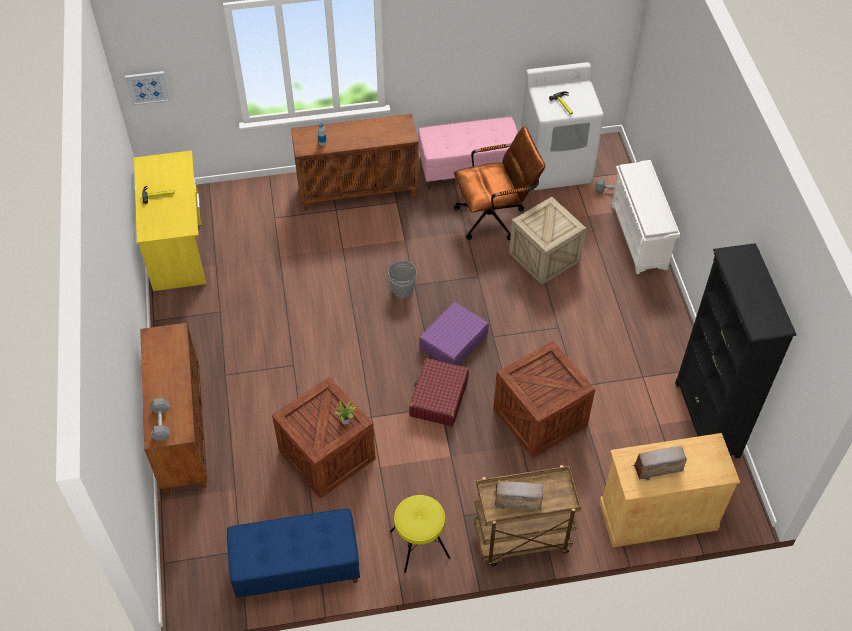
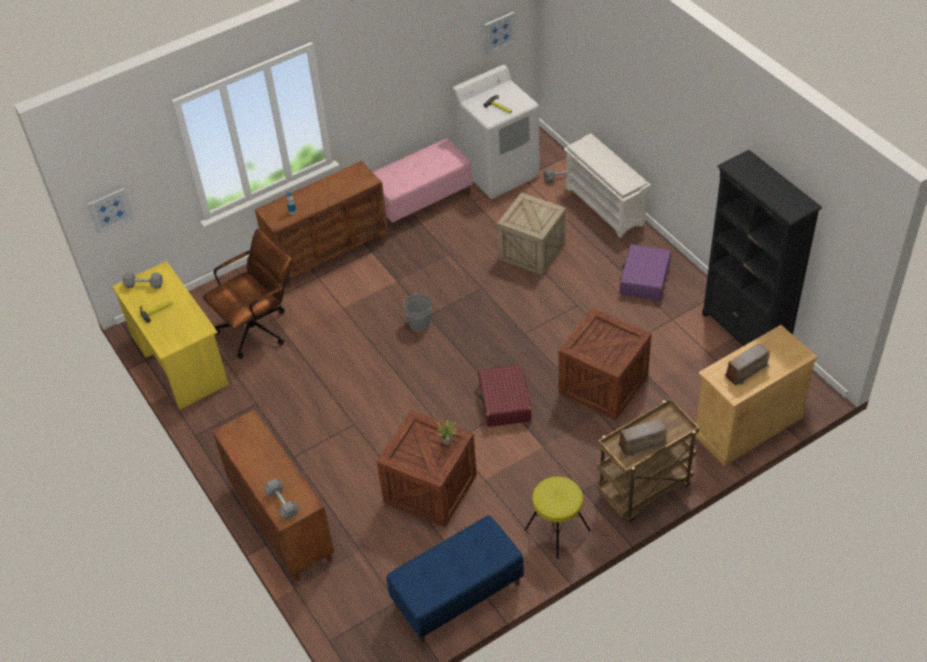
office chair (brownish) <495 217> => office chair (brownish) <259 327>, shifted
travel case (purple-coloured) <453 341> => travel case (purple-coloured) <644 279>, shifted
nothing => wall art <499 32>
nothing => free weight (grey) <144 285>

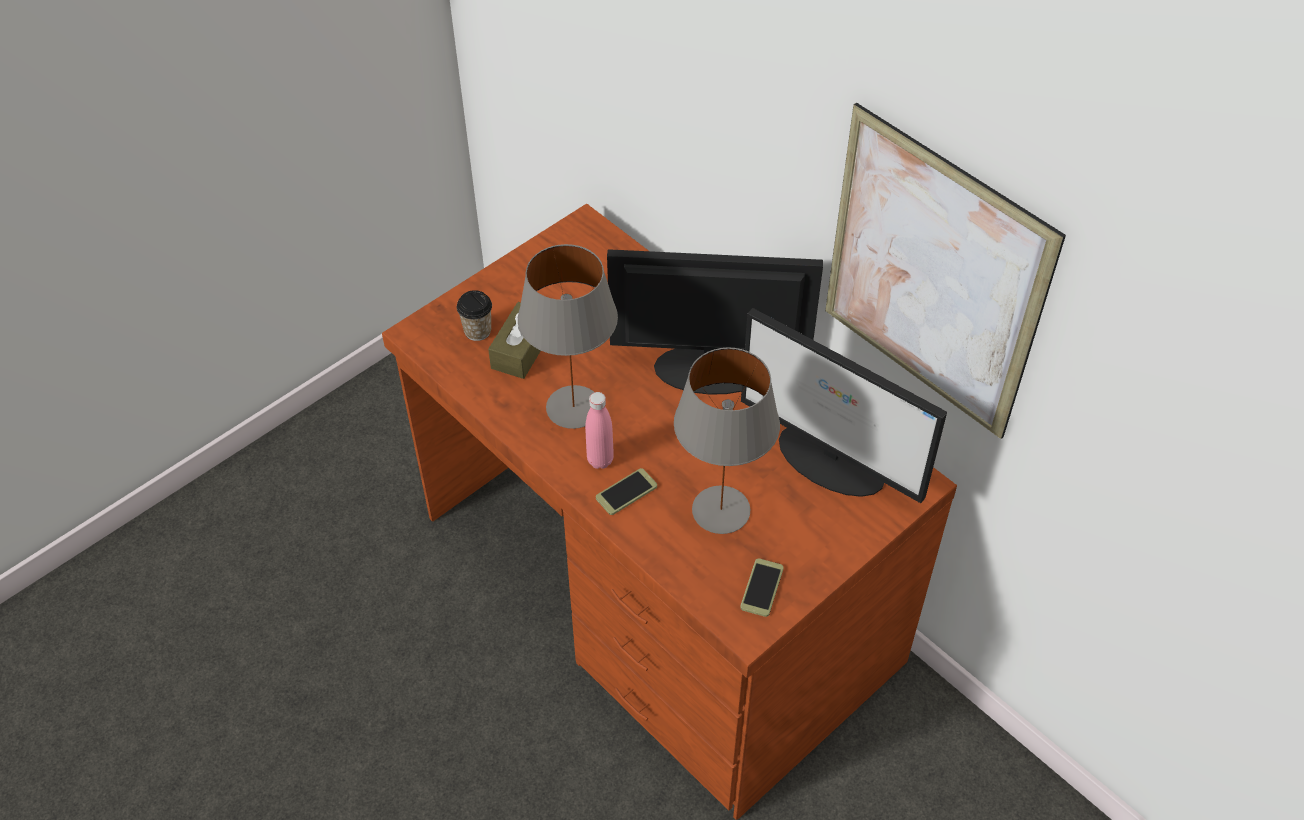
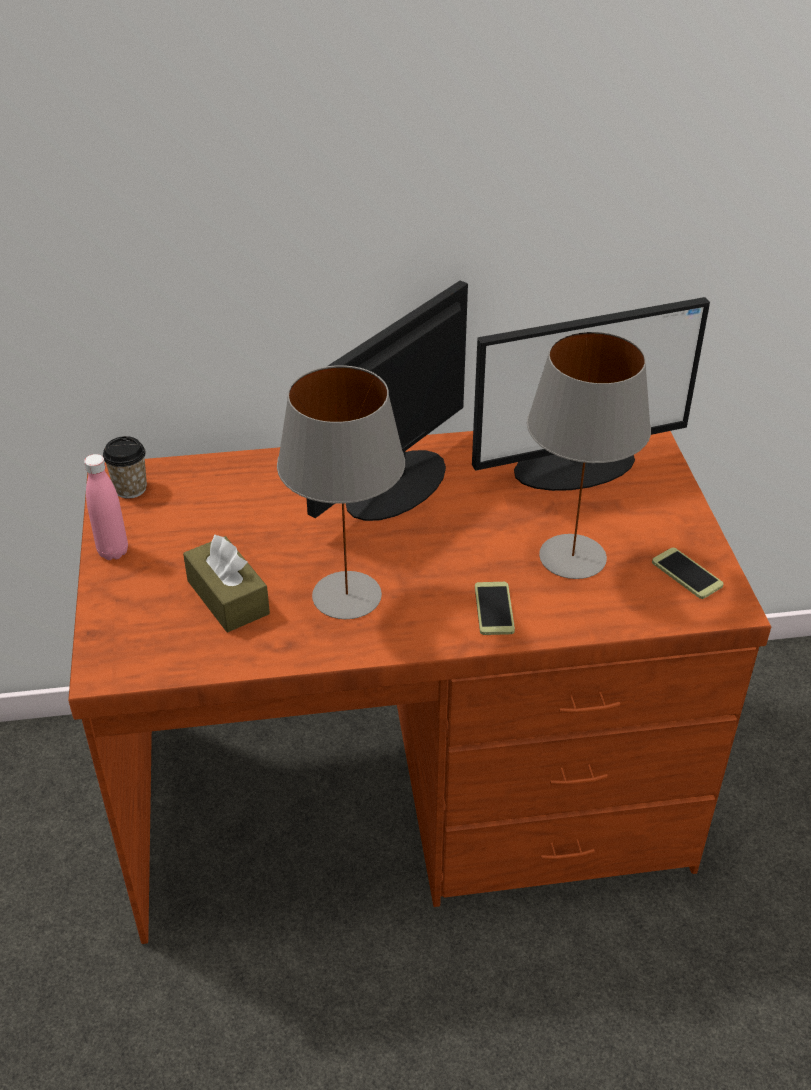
wall art <933 276> => nothing
small cup <477 331> => small cup <130 488>, shifted
beverage bottle (pink) <600 460> => beverage bottle (pink) <113 552>, shifted

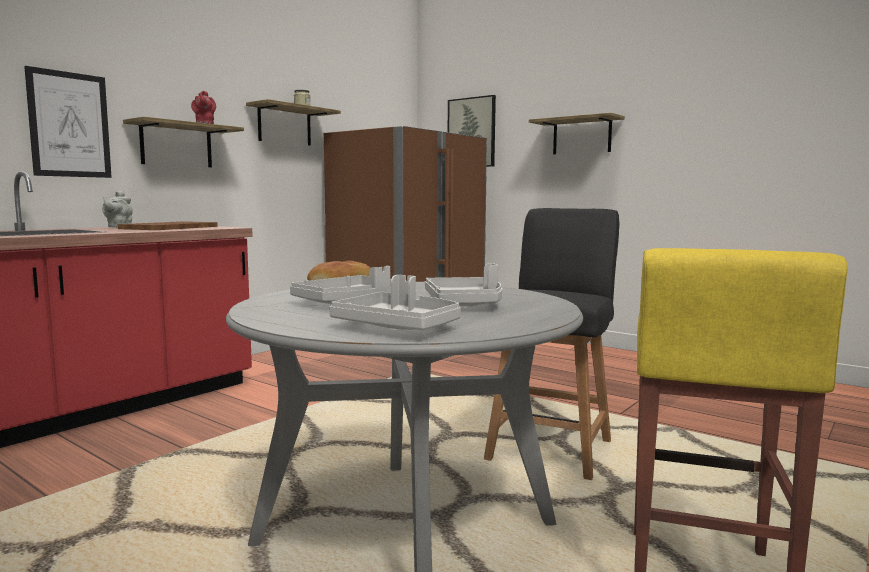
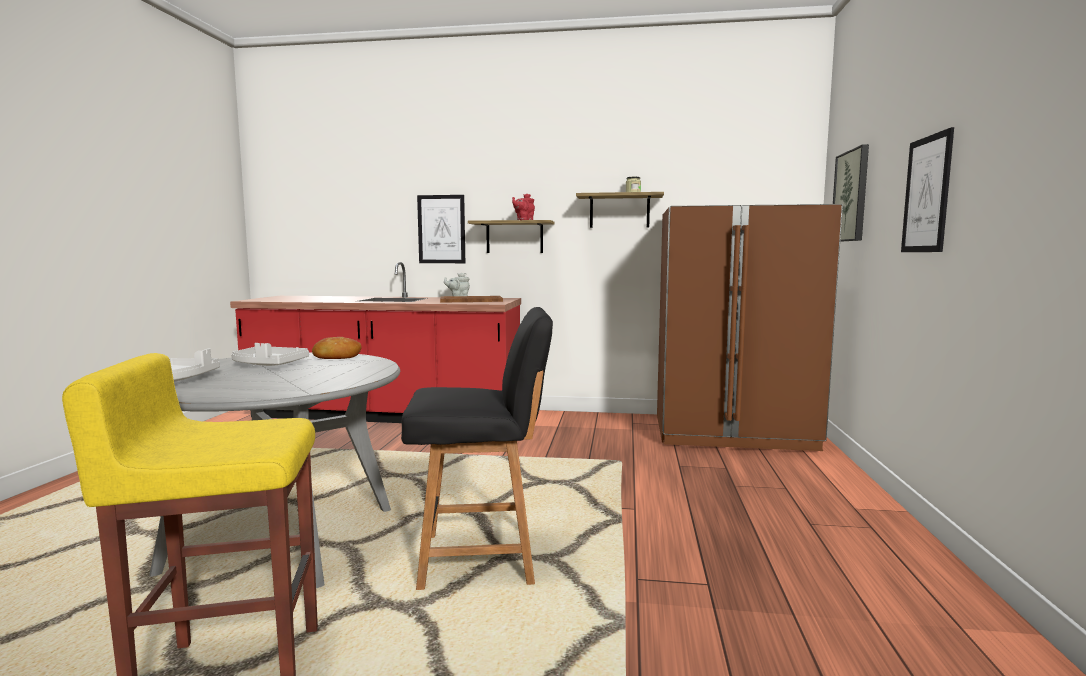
wall shelf <582 136> => wall art <926 194>
carrying tray (grey) <465 304> => nothing

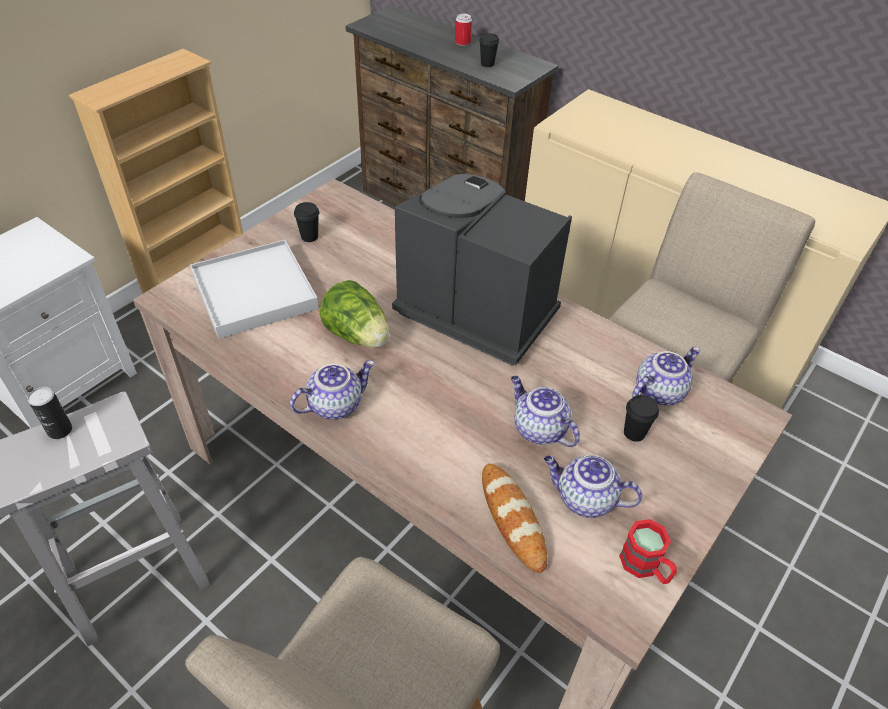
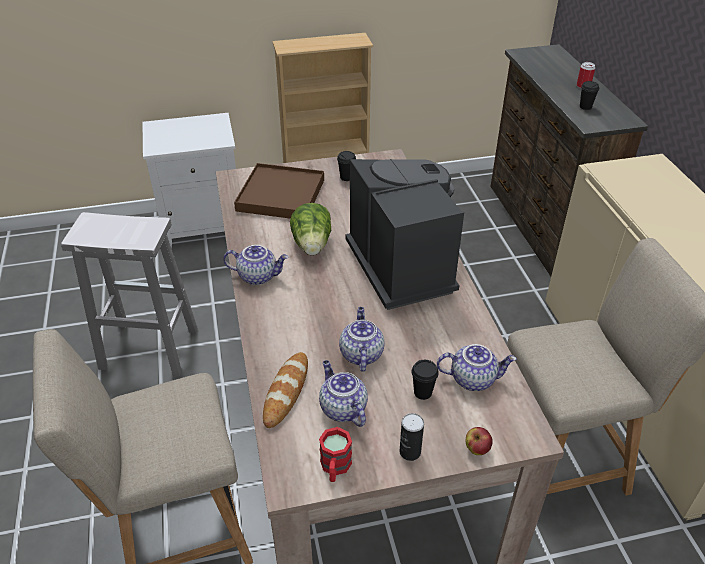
carrying tray (white-coloured) <255 292> => carrying tray (brownish) <281 195>
can <60 430> => can <410 452>, shifted
nothing => apple fruit <477 449>

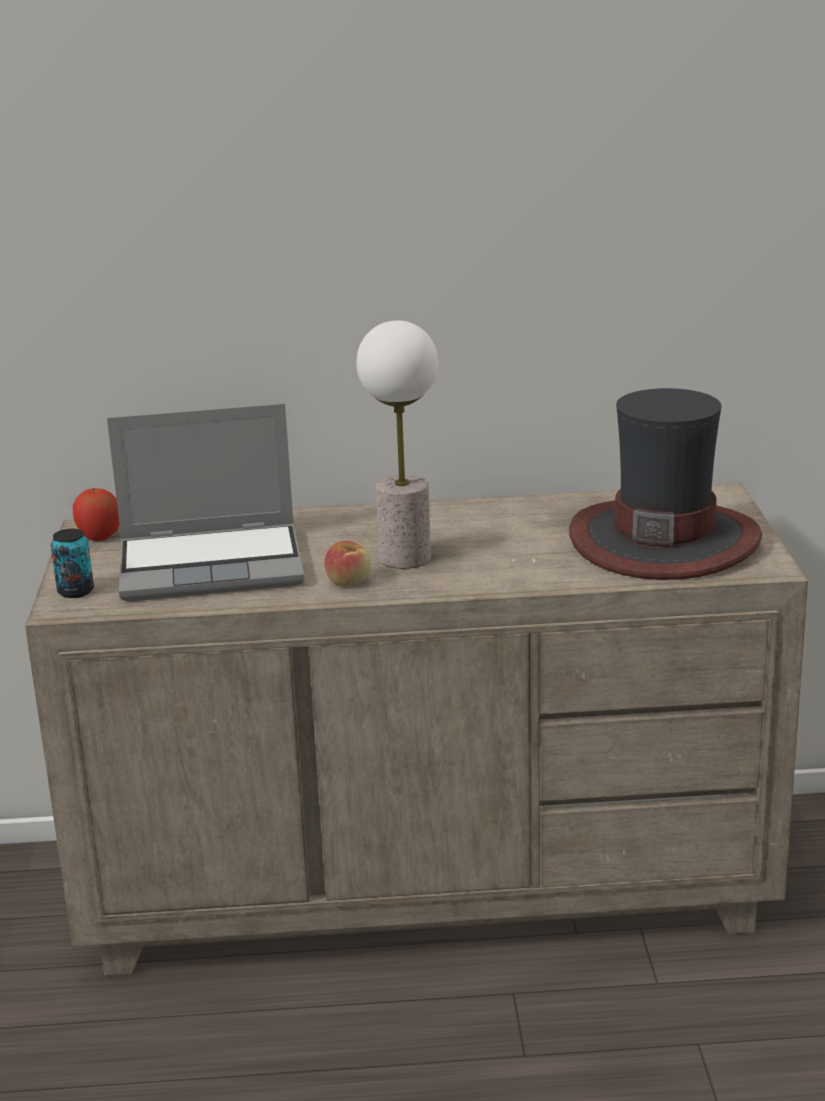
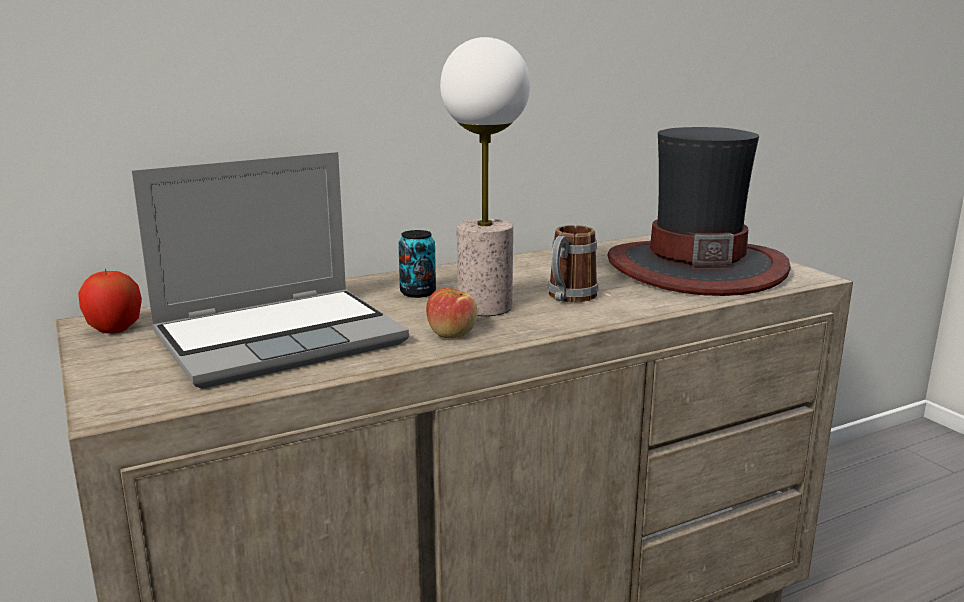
can <75 591> => can <418 293>, shifted
nothing => tea mug <568 298>

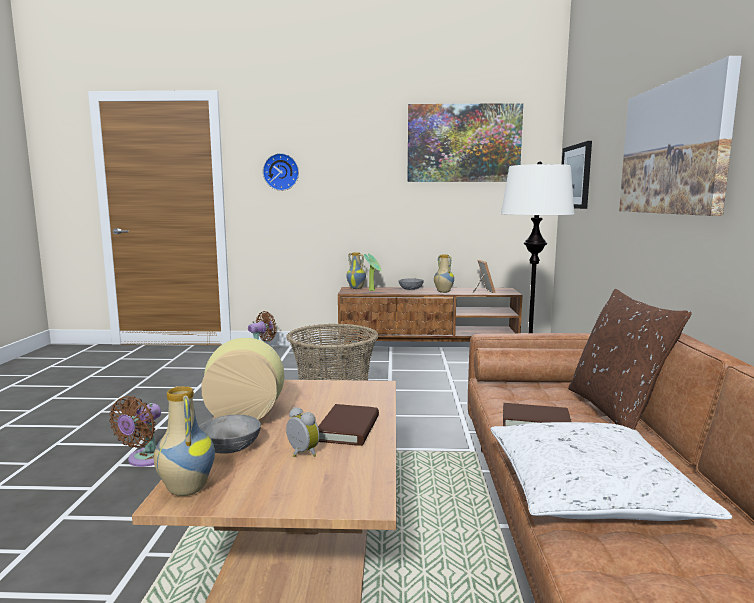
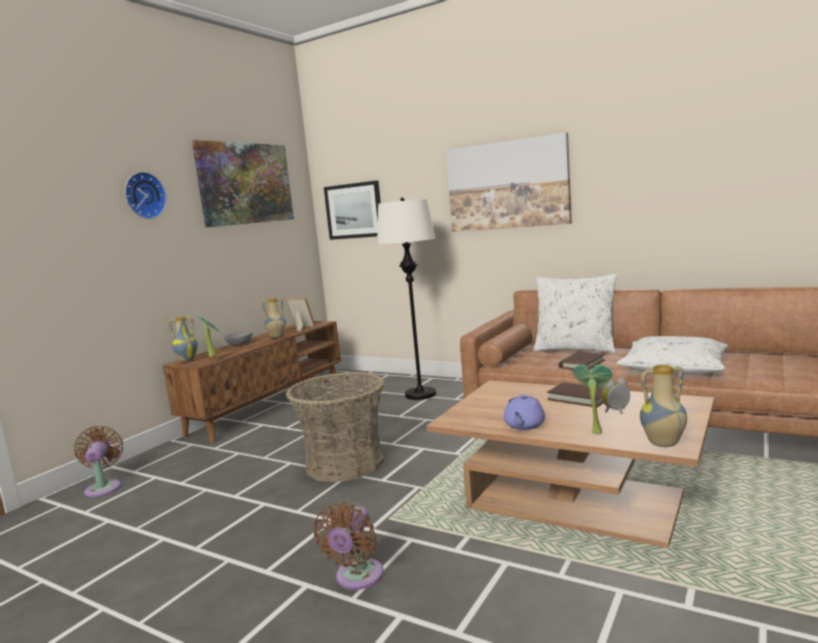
wall clock <281 172> => wall clock <143 195>, shifted
cushion (brownish) <616 411> => cushion (white-coloured) <575 349>
decorative vase <246 413> => pot for tea (purple-coloured) <524 425>
fan (brownish) <145 459> => fan (brownish) <357 578>, 60 degrees clockwise
serving bowl (grey) <230 448> => potted plant <595 431>

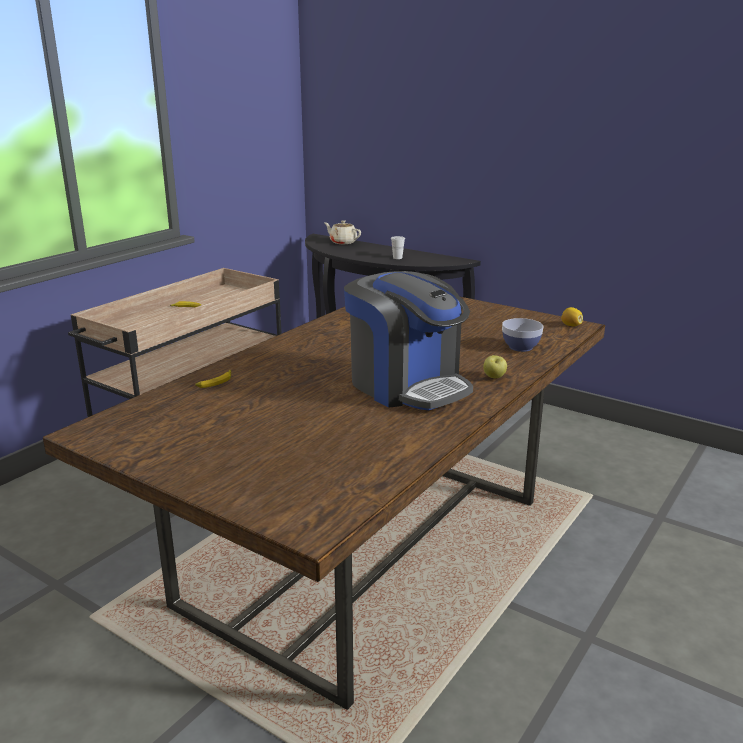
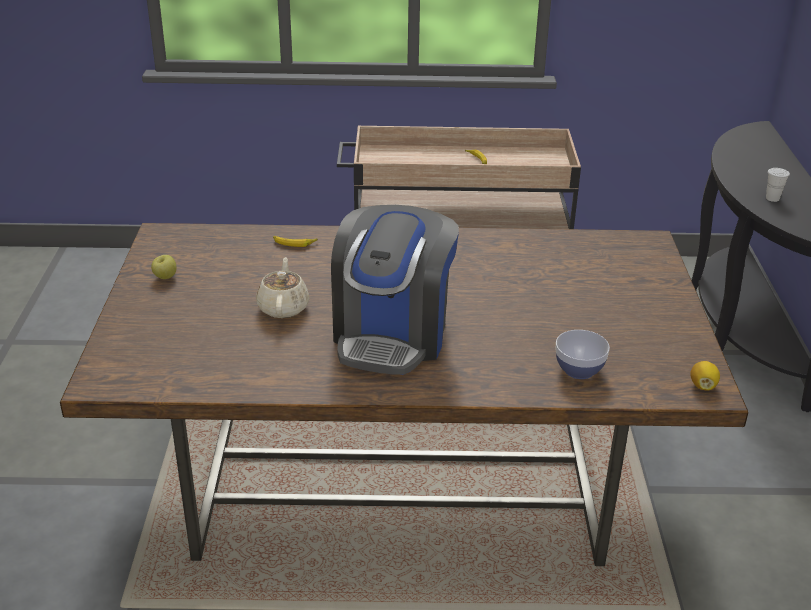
pot for tea (beige) <342 242> => pot for tea (beige) <283 307>, shifted
apple fruit <494 377> => apple fruit <165 277>, shifted

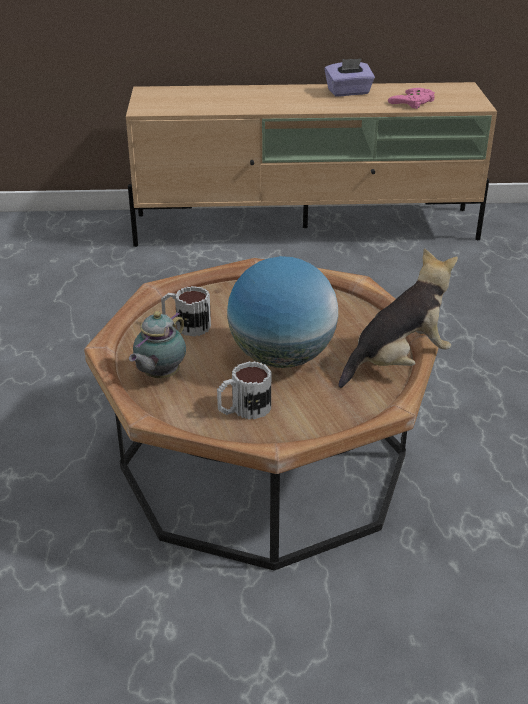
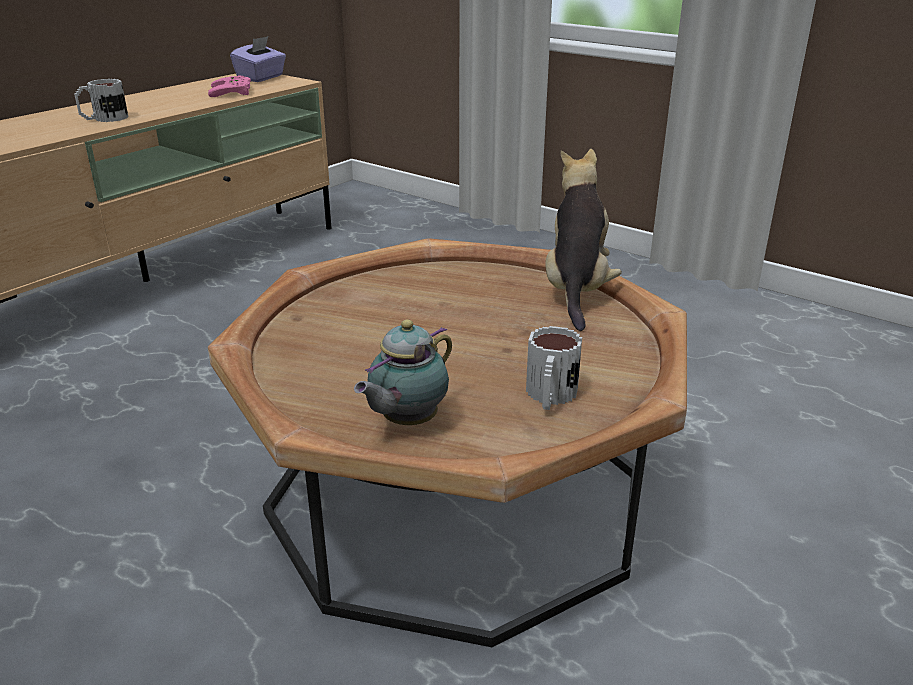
tissue box (purple-coloured) <348 92> => tissue box (purple-coloured) <261 78>, shifted
desk globe <282 357> => nothing
tea mug <186 326> => tea mug <104 119>, shifted
pot for tea <159 376> => pot for tea <406 421>, 60 degrees clockwise

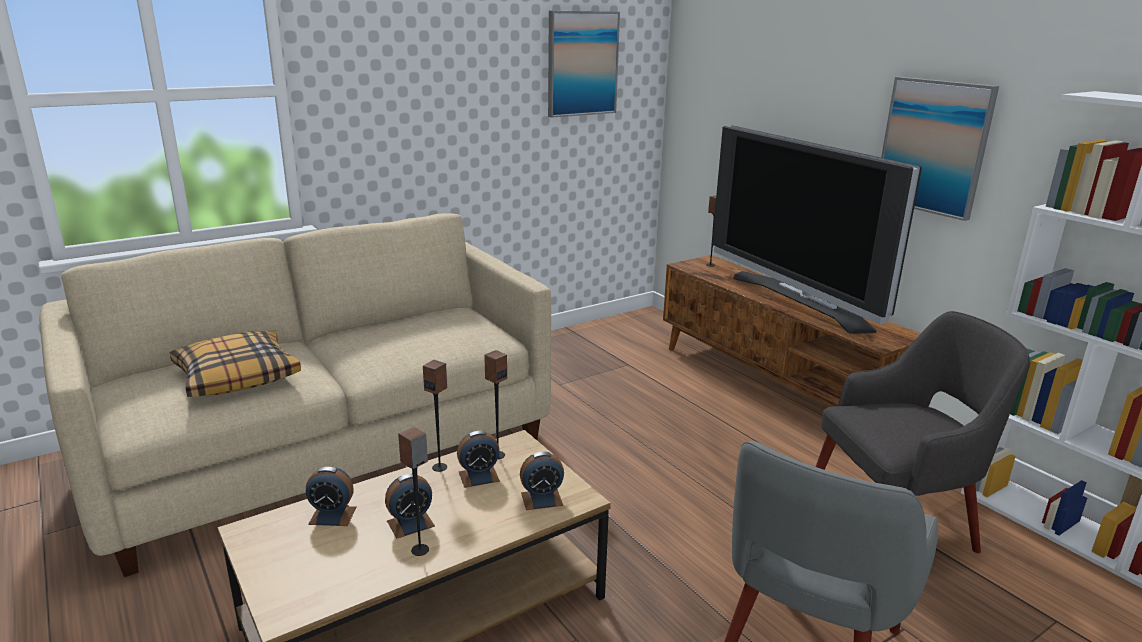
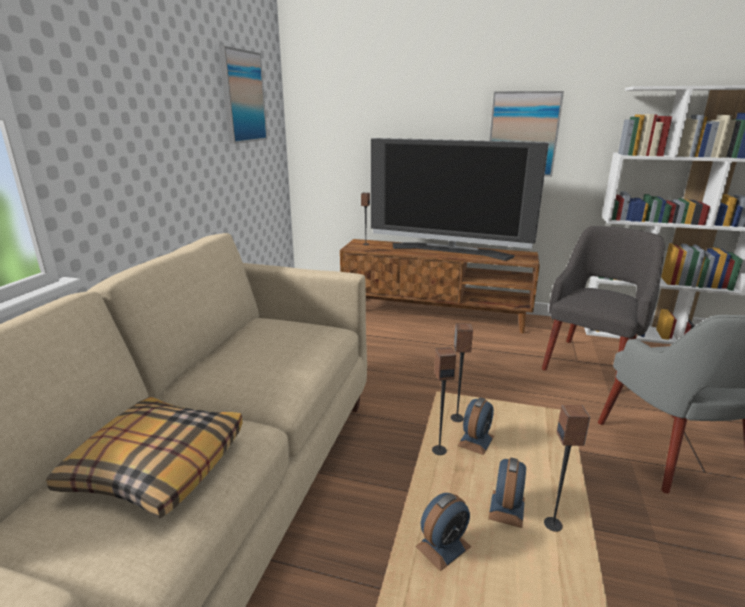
alarm clock <541 499> => nothing

